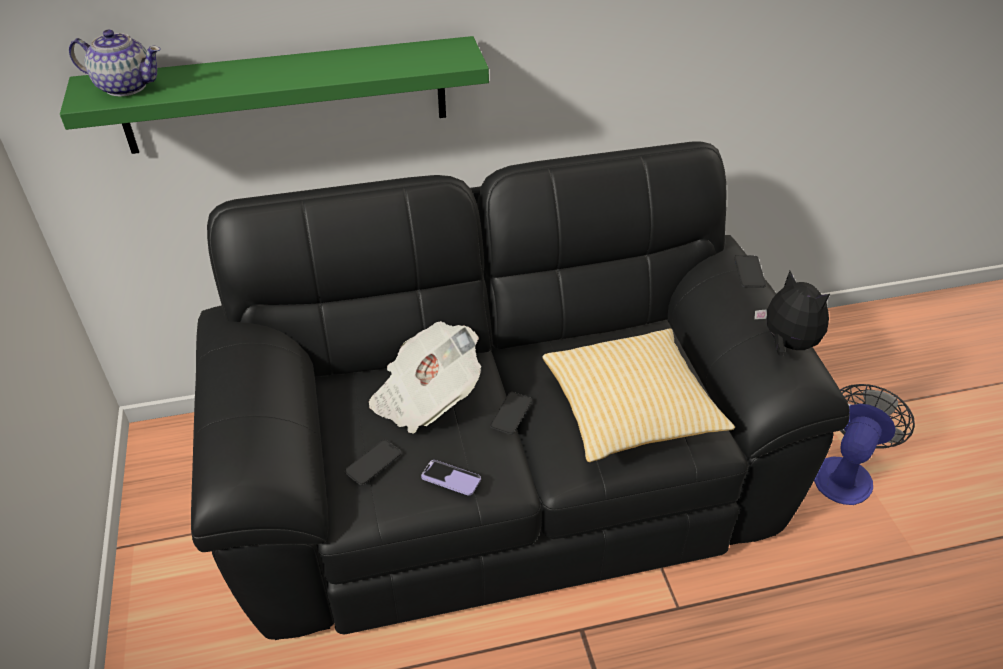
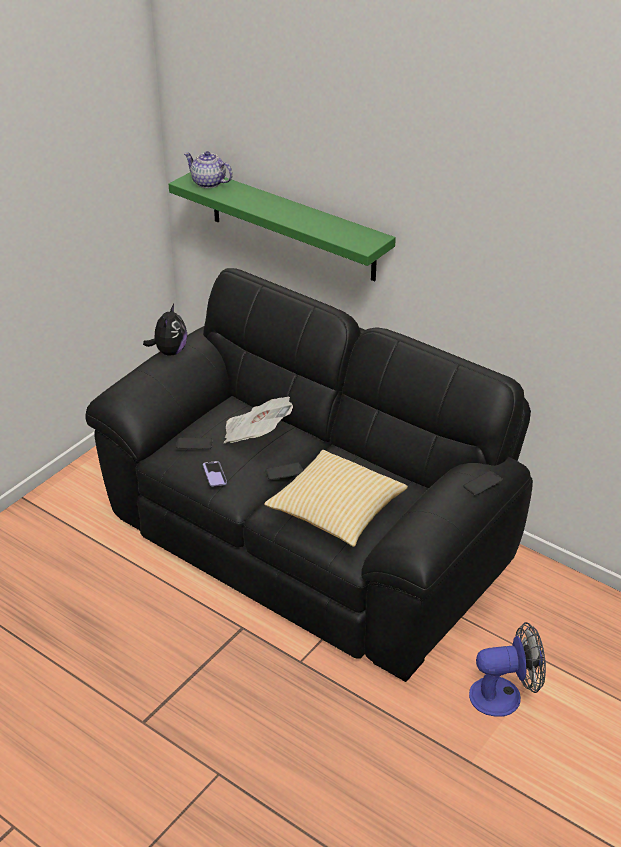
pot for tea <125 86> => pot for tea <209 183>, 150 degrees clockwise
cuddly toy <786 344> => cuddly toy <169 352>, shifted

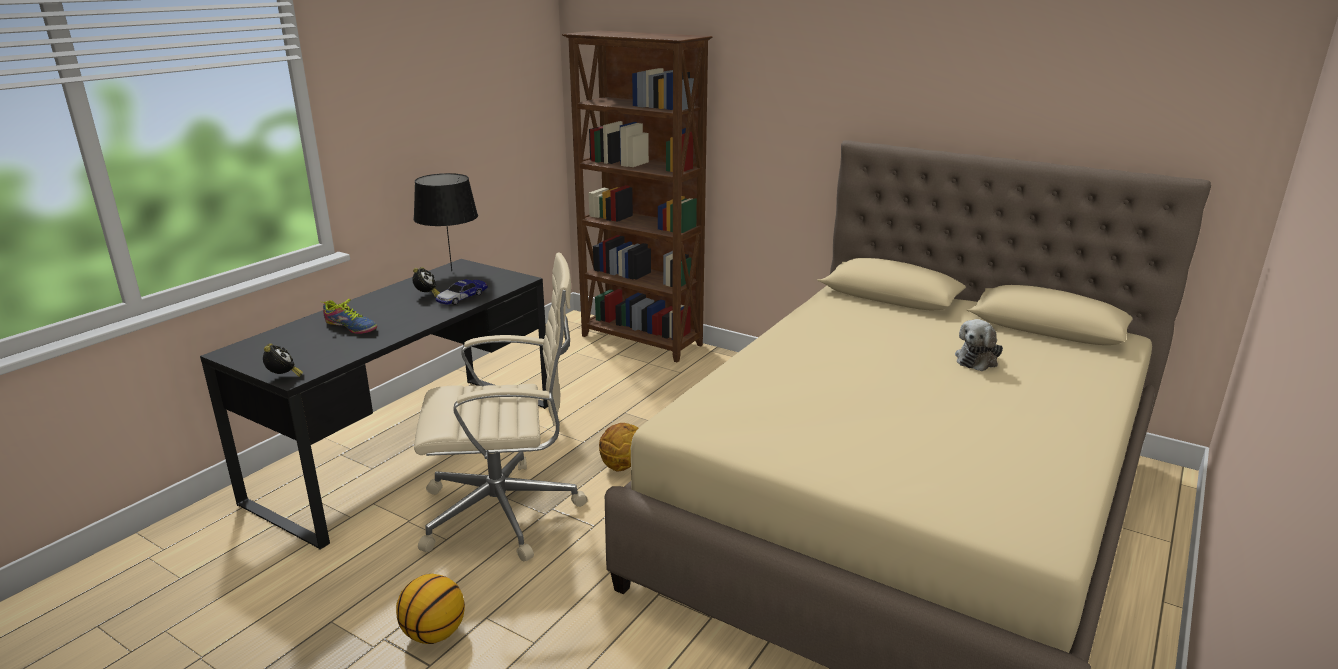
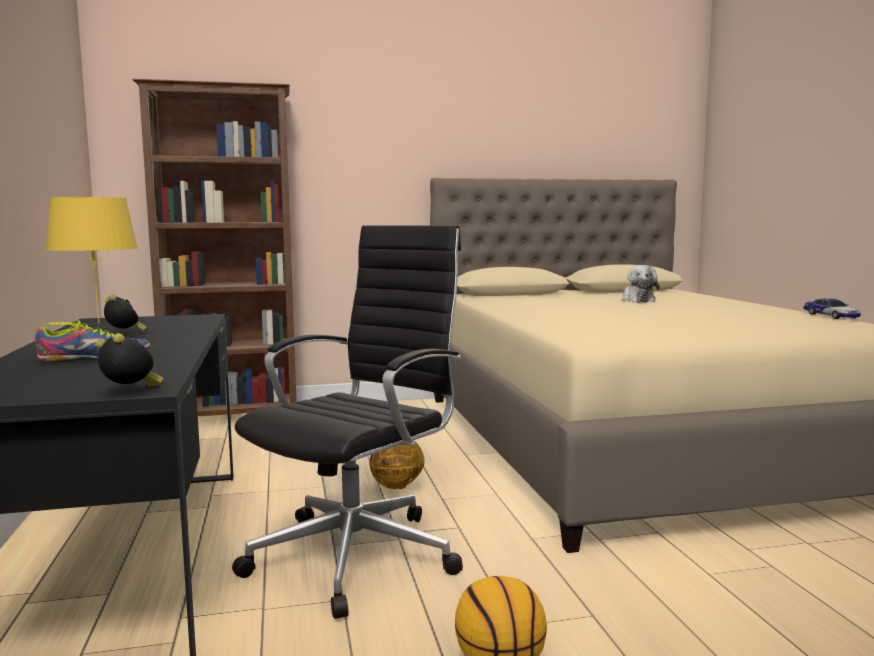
table lamp (blackish) <452 271> => table lamp (yellow) <99 323>
office chair (beige) <506 512> => office chair (blackish) <359 554>
toy car <462 297> => toy car <830 316>, shifted

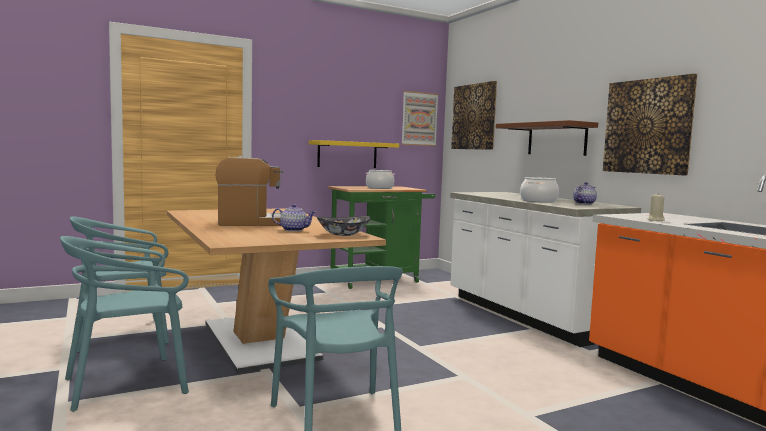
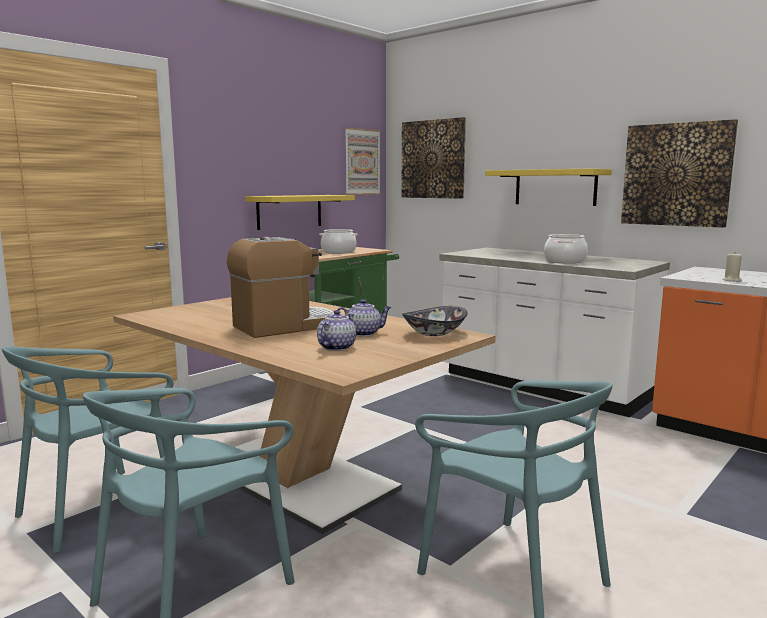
wall shelf (brownish) <556 139> => wall shelf (yellow) <555 187>
pot for tea <583 203> => pot for tea <336 347>, shifted

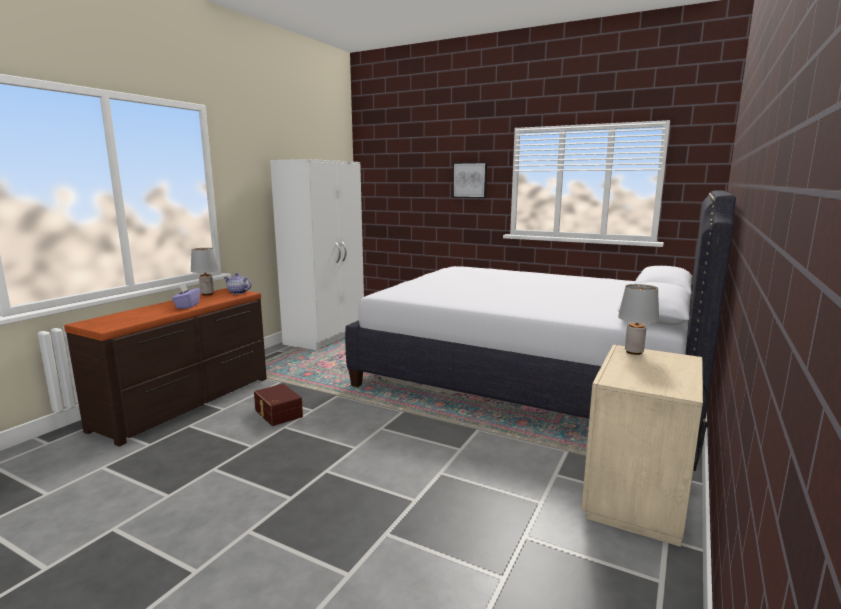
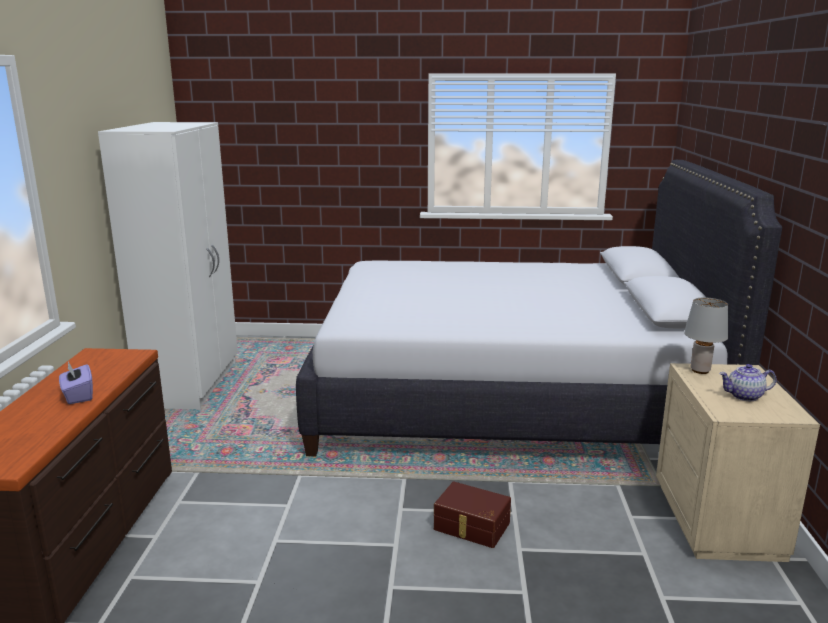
wall art <470 180> => nothing
table lamp (grey) <207 294> => nothing
pot for tea <237 292> => pot for tea <744 396>, shifted
storage box (brownish) <277 413> => storage box (brownish) <471 527>, shifted

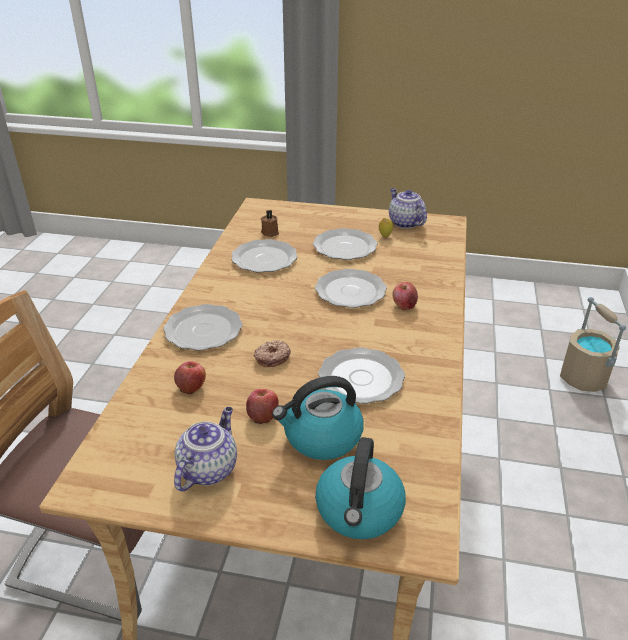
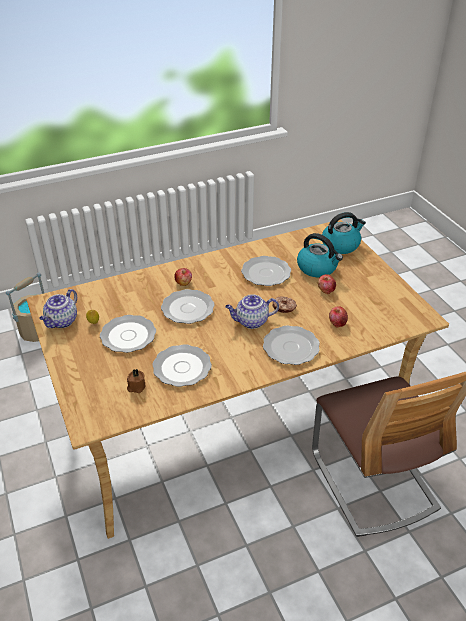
pot for tea <208 468> => pot for tea <251 322>, shifted

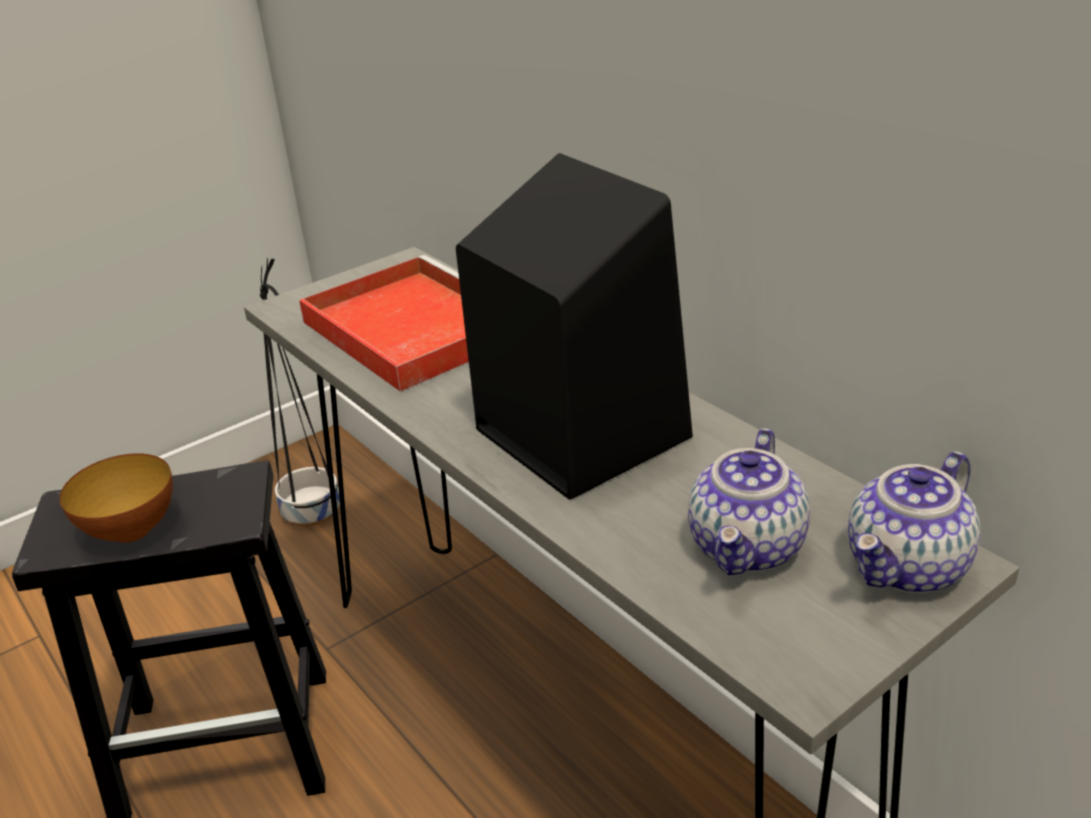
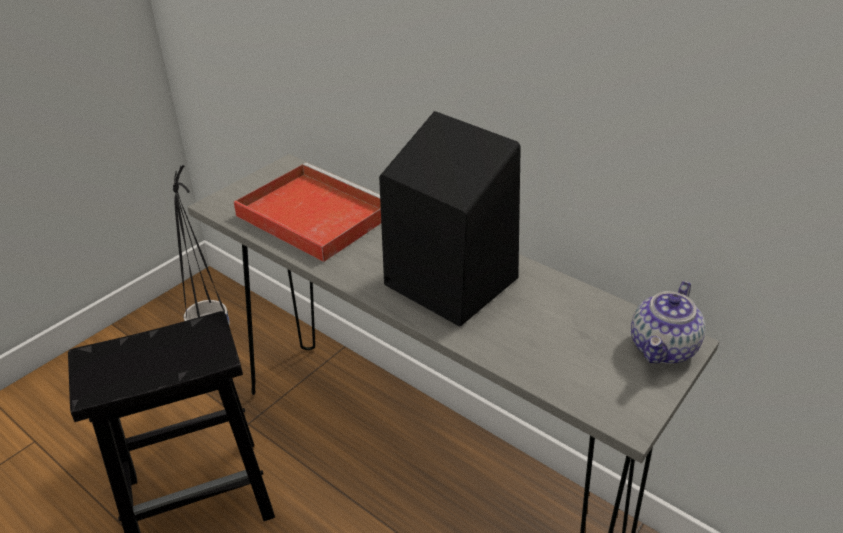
pot for tea <748 548> => nothing
serving bowl <132 531> => nothing

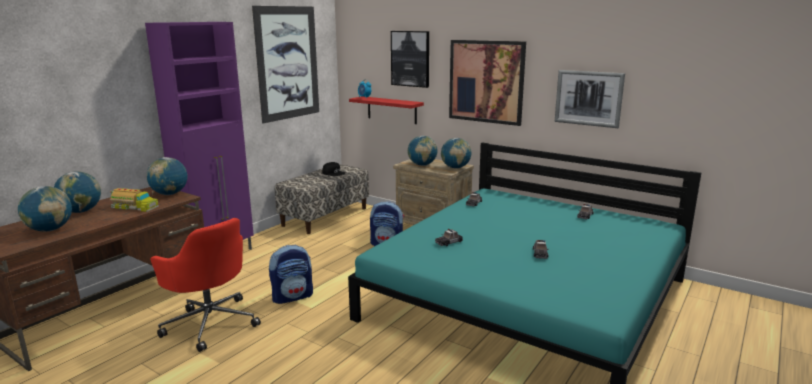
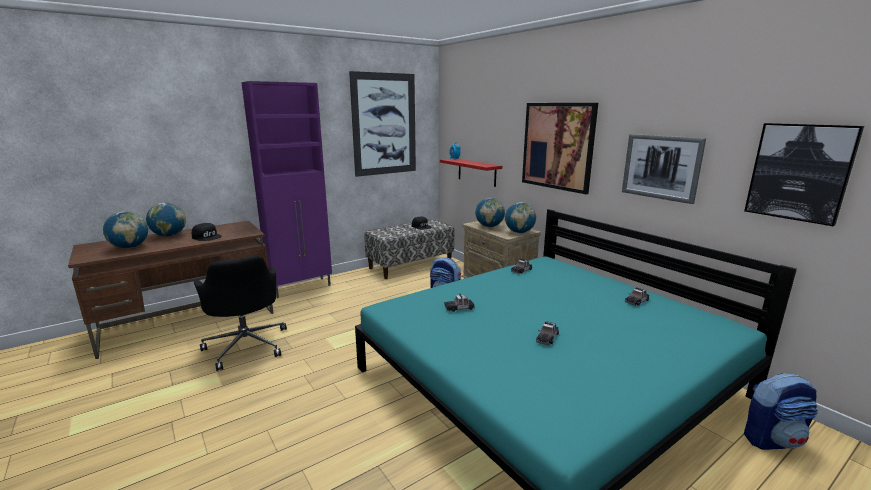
wall art <410 58> => wall art <799 172>, shifted
desk globe <169 194> => nothing
model truck <134 207> => peaked cap (blackish) <207 237>
office chair (red) <210 322> => office chair (blackish) <247 345>
rucksack <292 297> => rucksack <772 440>, shifted

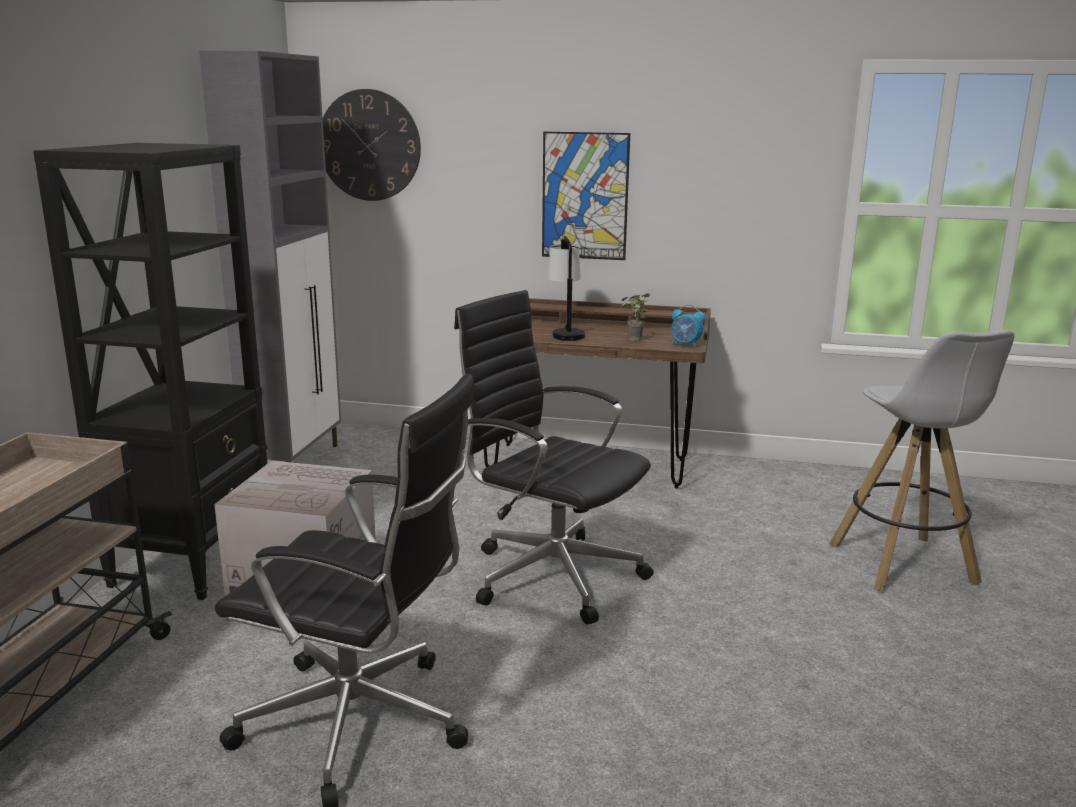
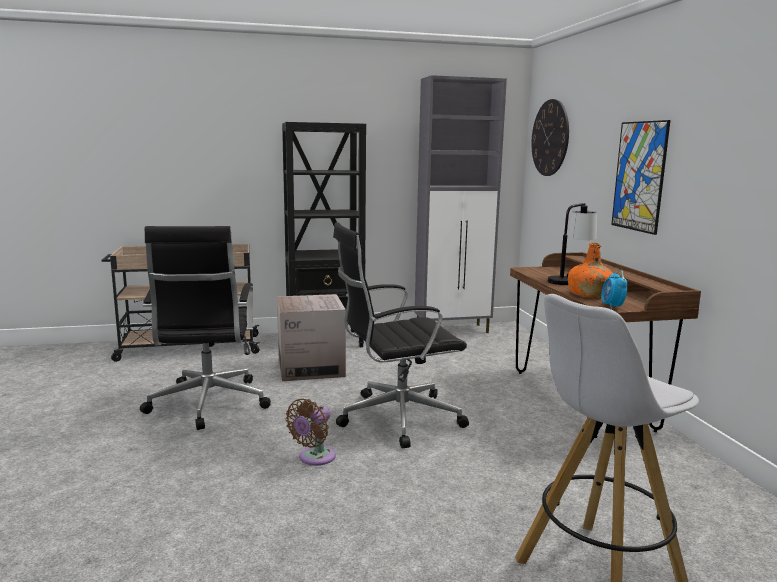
office chair (blackish) <551 574> => office chair (blackish) <396 418>, 120 degrees counterclockwise
potted plant <632 340> => beverage bottle (orange-coloured) <588 294>
nothing => fan (brownish) <314 458>

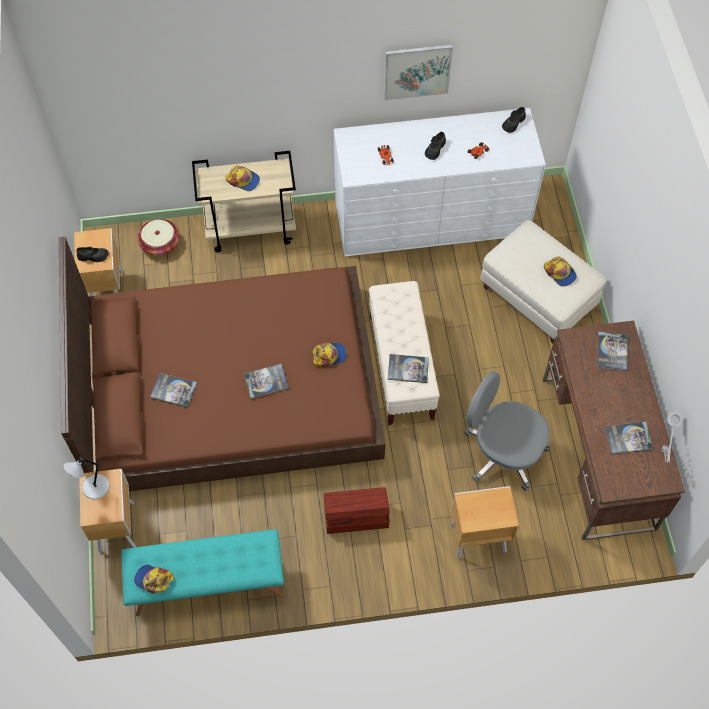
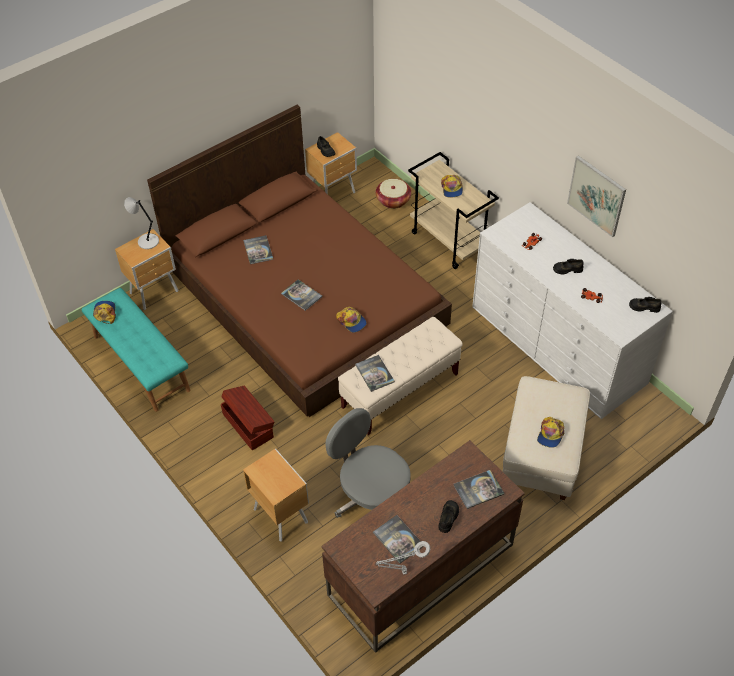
office chair (grey) <502 452> => office chair (grey) <371 497>, 45 degrees counterclockwise
nothing => low shoe (blackish) <448 517>

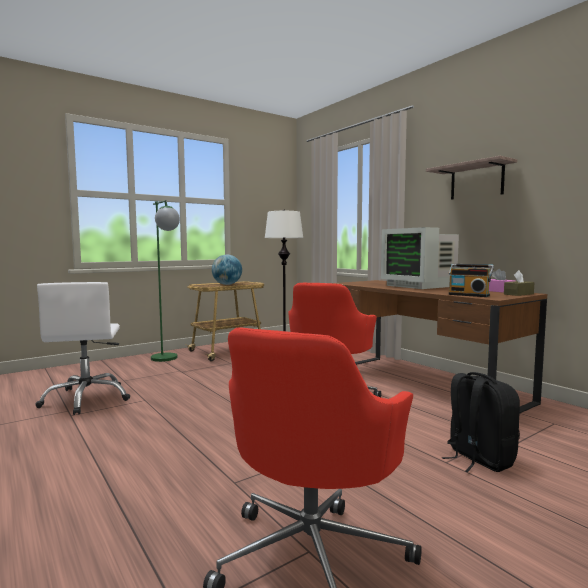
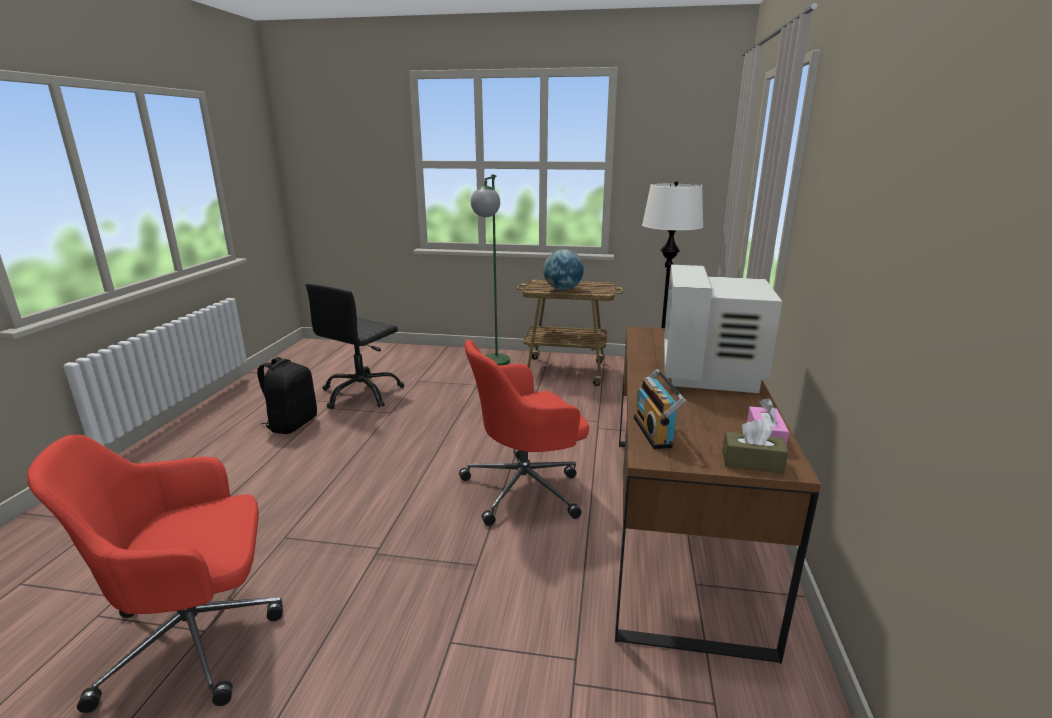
wall shelf <476 181> => nothing
office chair (white-coloured) <87 399> => office chair (blackish) <362 393>
rucksack (blackish) <478 459> => rucksack (blackish) <292 424>, shifted

